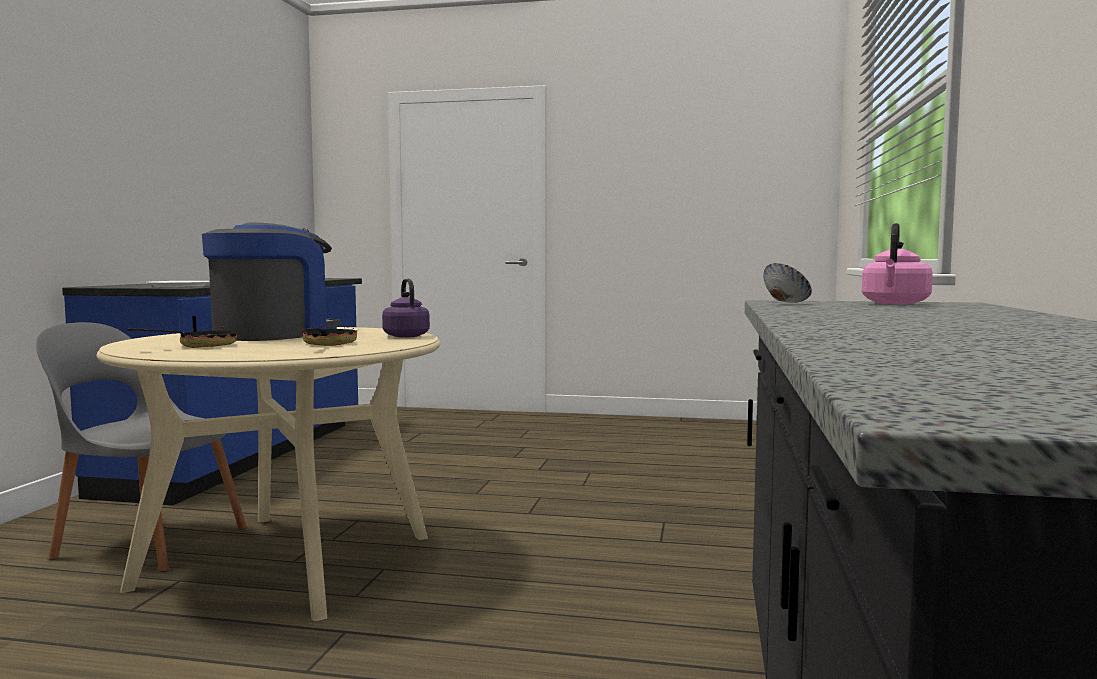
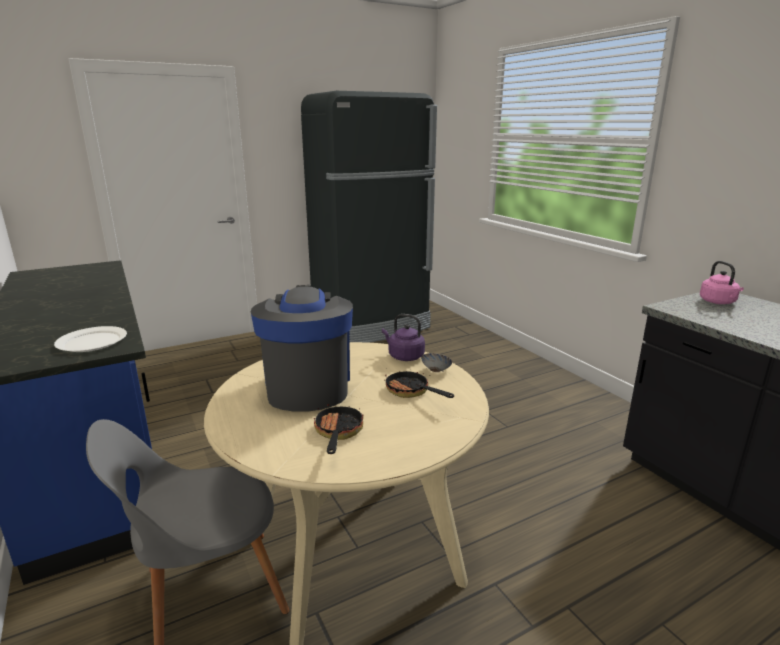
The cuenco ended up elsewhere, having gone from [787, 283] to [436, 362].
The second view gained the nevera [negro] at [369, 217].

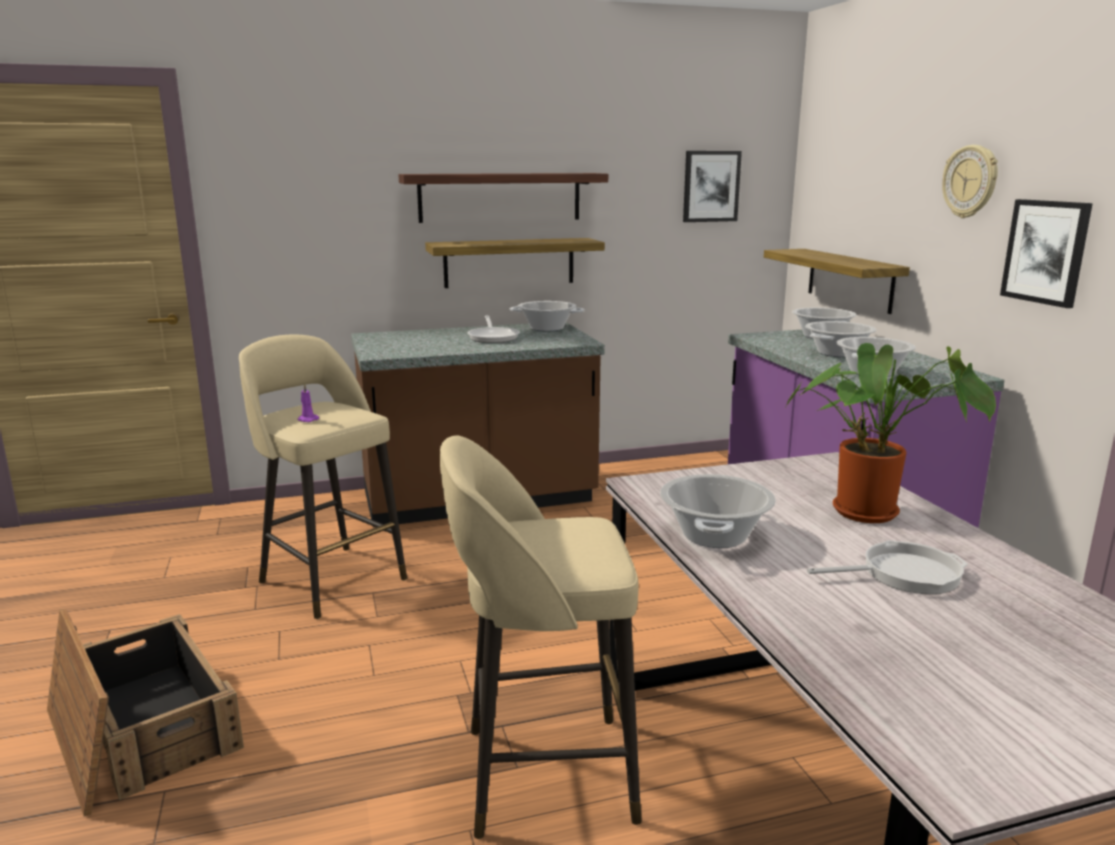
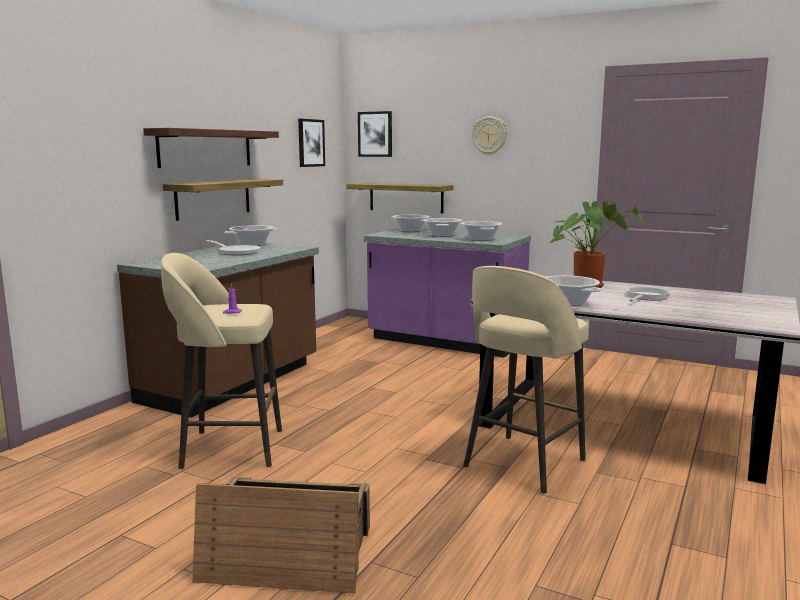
The cuadro ended up elsewhere, having gone from [1046, 253] to [375, 134].

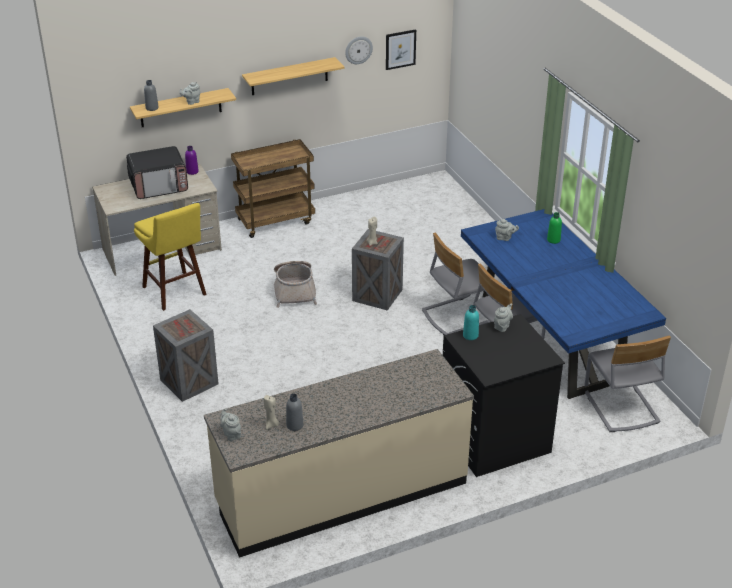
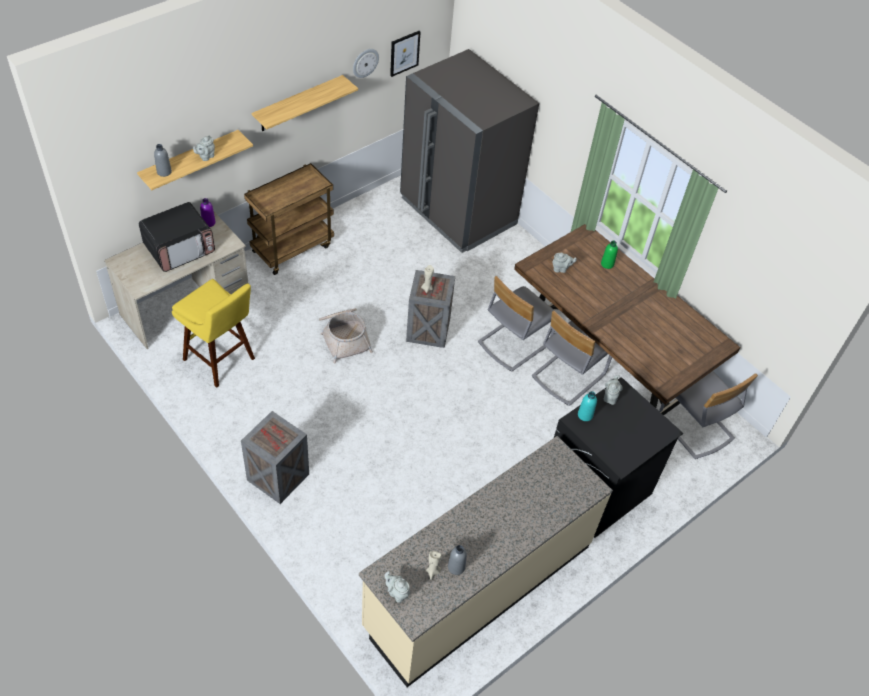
What was the mesa de comedor [azul] at [563, 304] turned into the mesa de comedor [marrón] at [627, 319].
The second view gained the nevera [gris] at [469, 151].

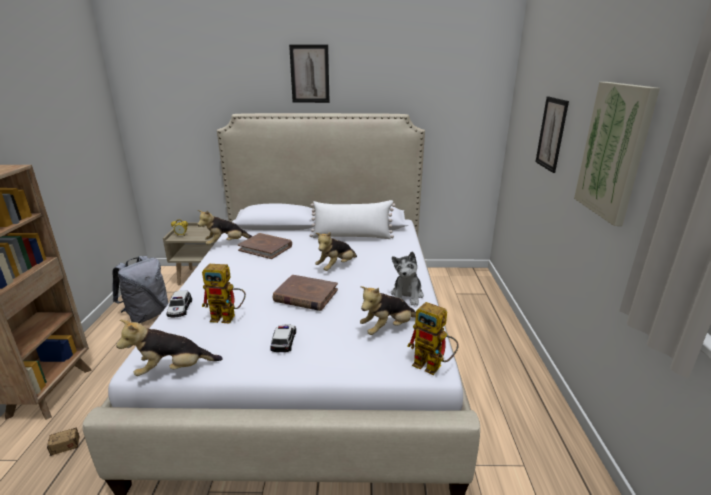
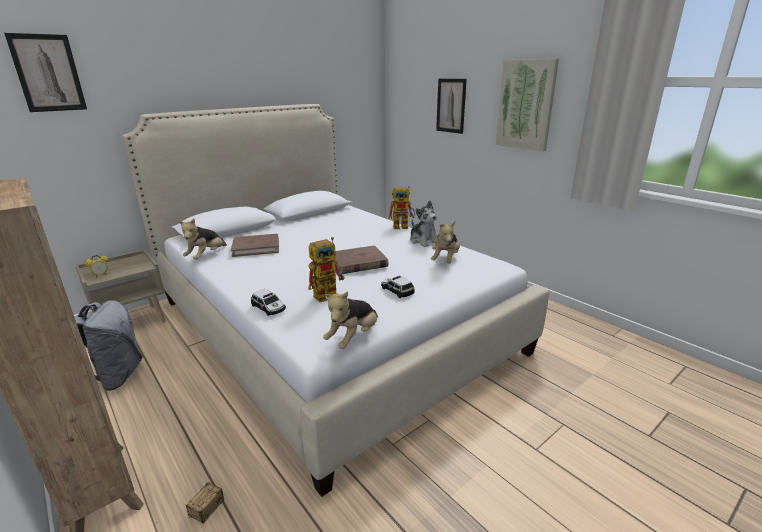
The cuadro ended up elsewhere, having gone from [309, 74] to [45, 72].
The second view lost the cojín [blanco] at [352, 219].
The second view lost the peluche at [336, 251].
The robot de juguete ended up elsewhere, having gone from [433, 338] to [401, 207].

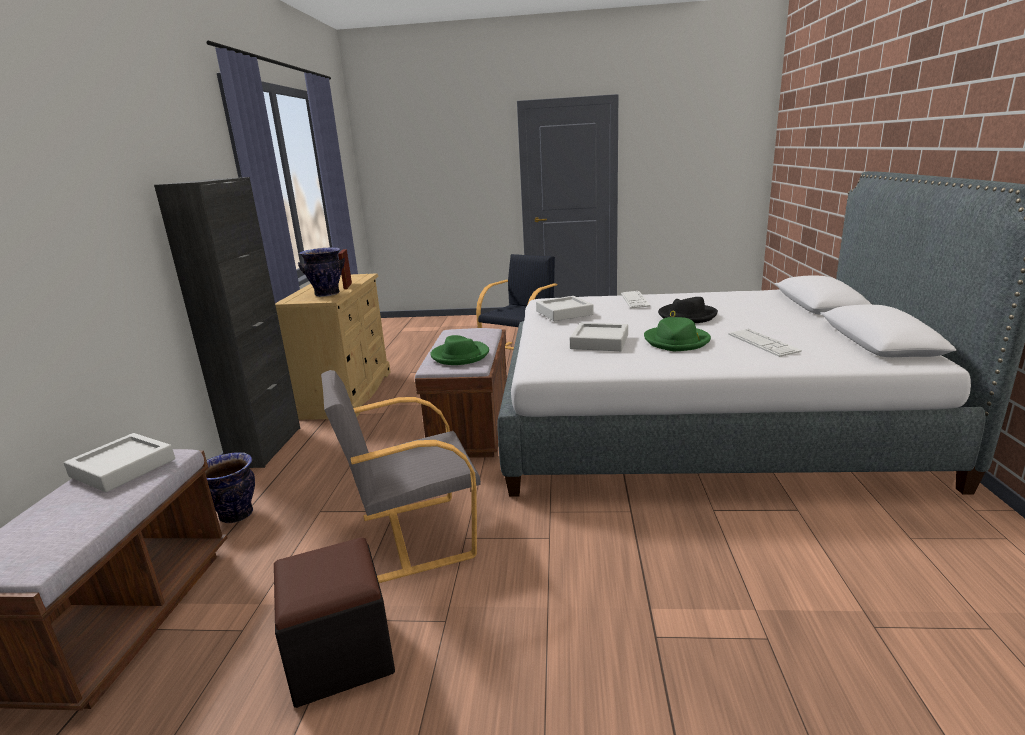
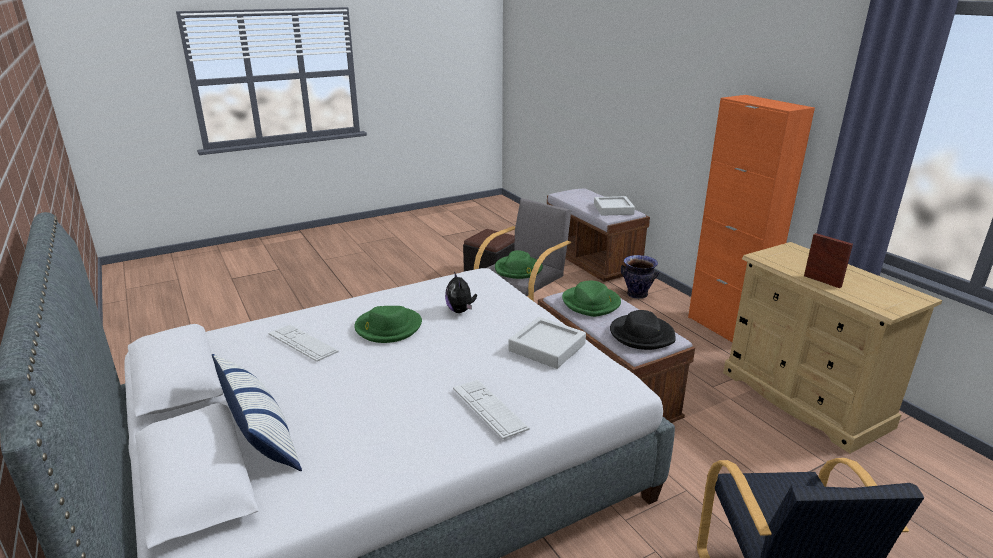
What was the armario [negro] at [227, 322] turned into the armario [naranja] at [751, 218].
The second view lost the florero at [321, 272].
Where the bandeja [gris] stood at [599, 337], the peluche came to stand at [461, 292].
The sombrero [negro] ended up elsewhere, having gone from [688, 310] to [643, 330].
The second view gained the cojín at [257, 412].
The second view gained the sombrero [verde] at [519, 264].

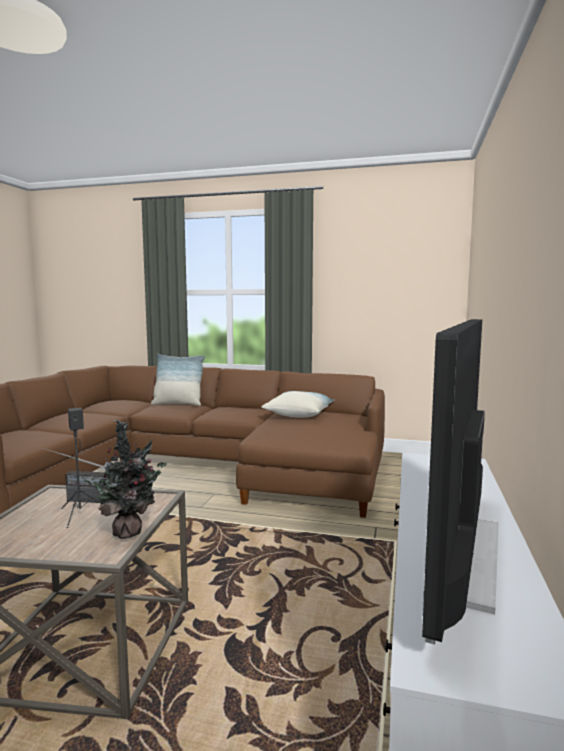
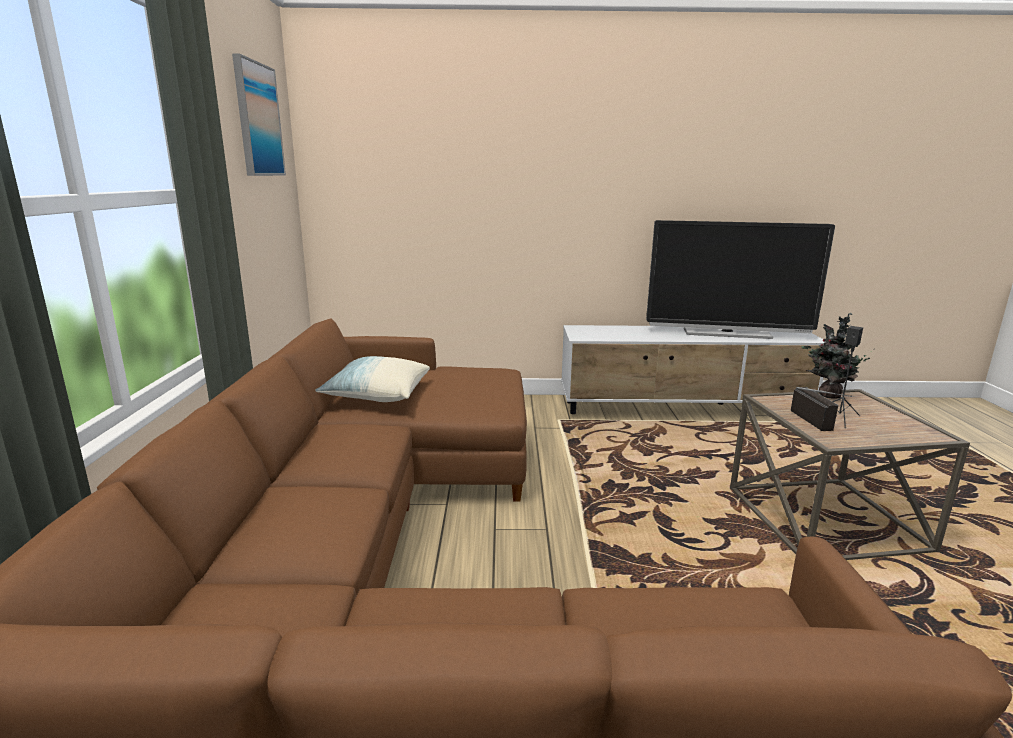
The second view lost the cojín at [178, 380].
The second view gained the cuadro at [259, 114].

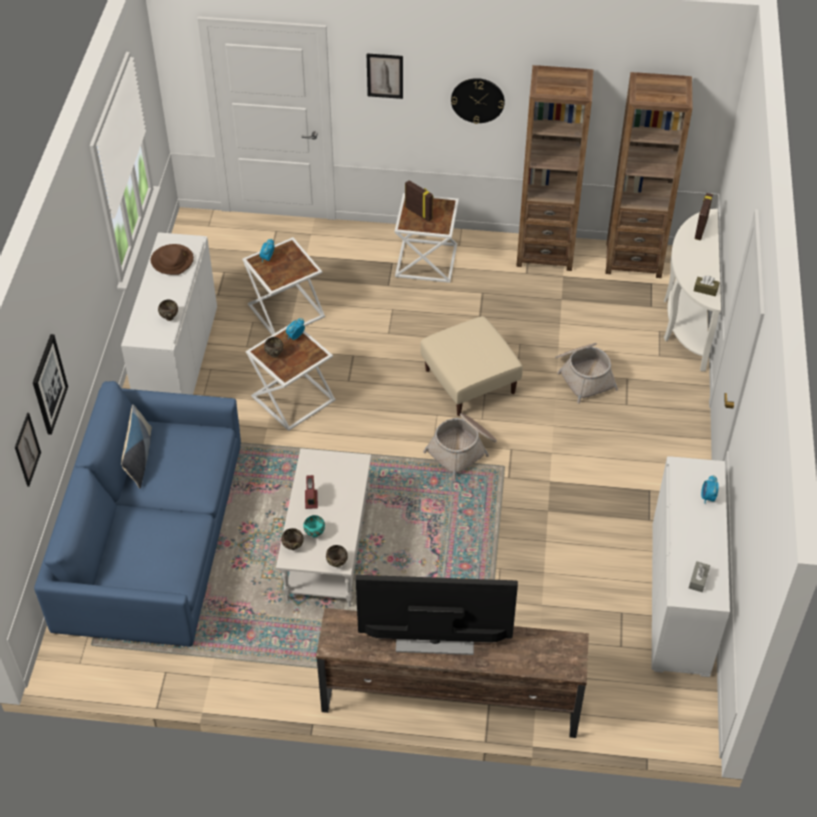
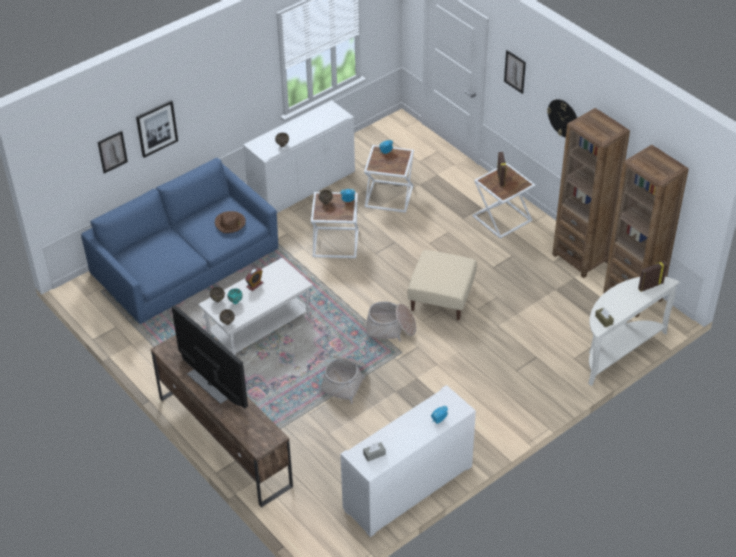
The second view lost the cojín at [136, 446].
The sombrero [marrón] ended up elsewhere, having gone from [172, 259] to [230, 222].
The cesta ended up elsewhere, having gone from [586, 373] to [342, 379].

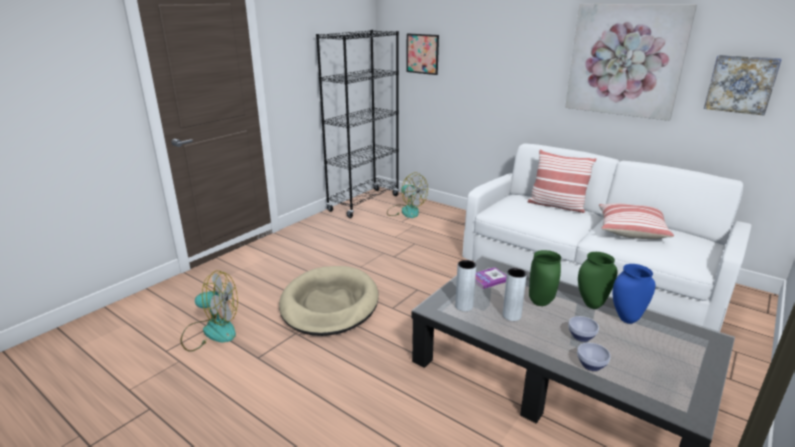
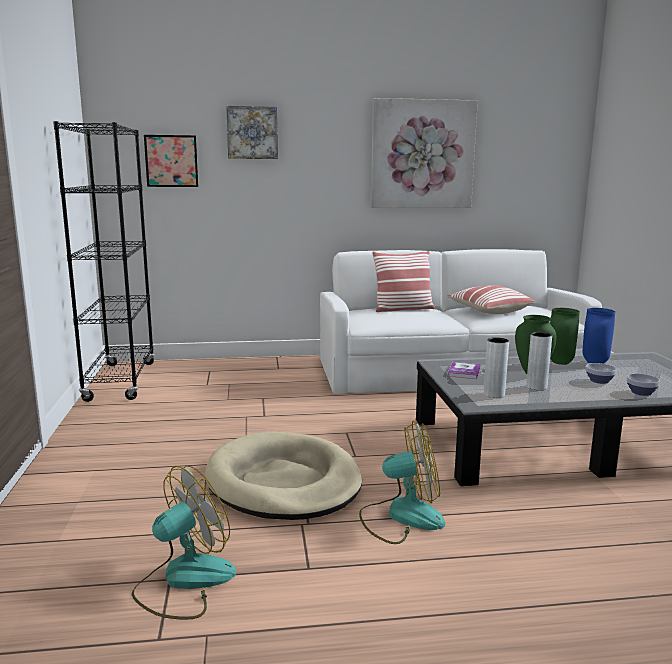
The ventilador ended up elsewhere, having gone from [407, 195] to [402, 482].
The cuadro ended up elsewhere, having gone from [743, 85] to [252, 132].

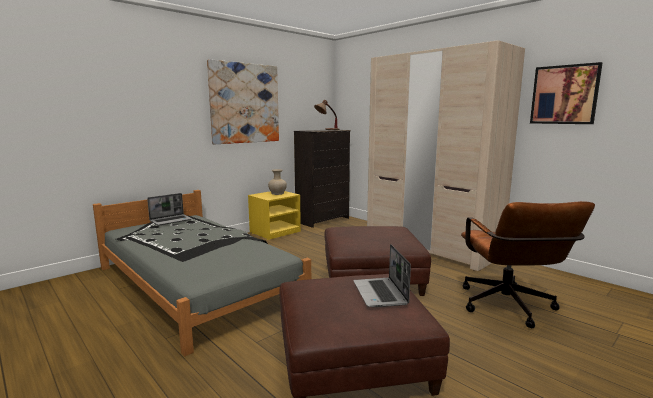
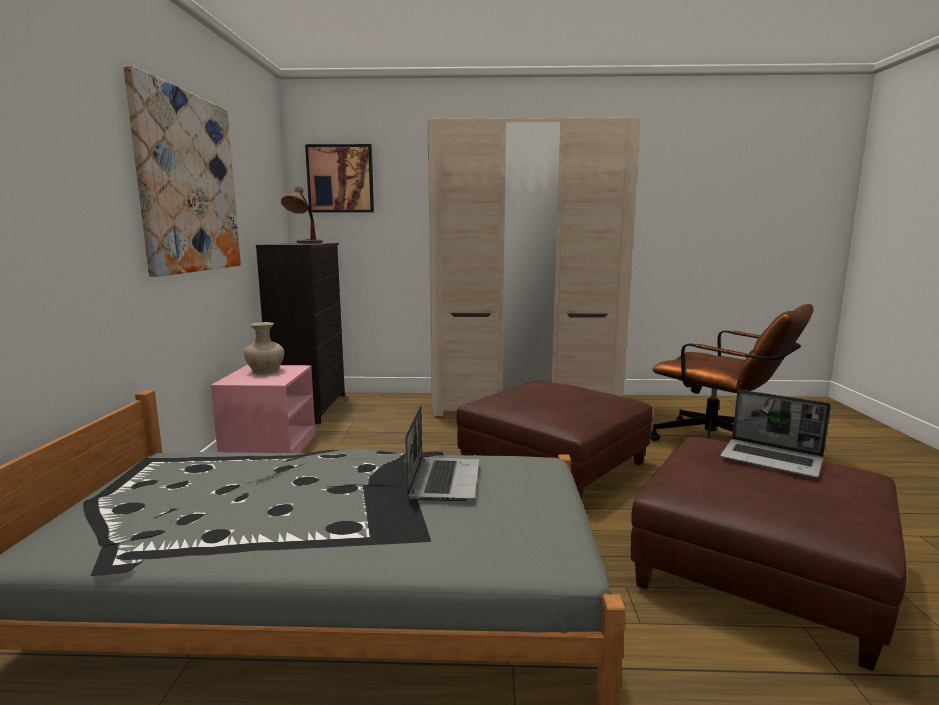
The portátil ended up elsewhere, having gone from [169, 209] to [442, 453].
What was the mesita de noche [amarillo] at [274, 215] turned into the mesita de noche [rosa] at [263, 409].
The cuadro ended up elsewhere, having gone from [566, 93] to [339, 178].

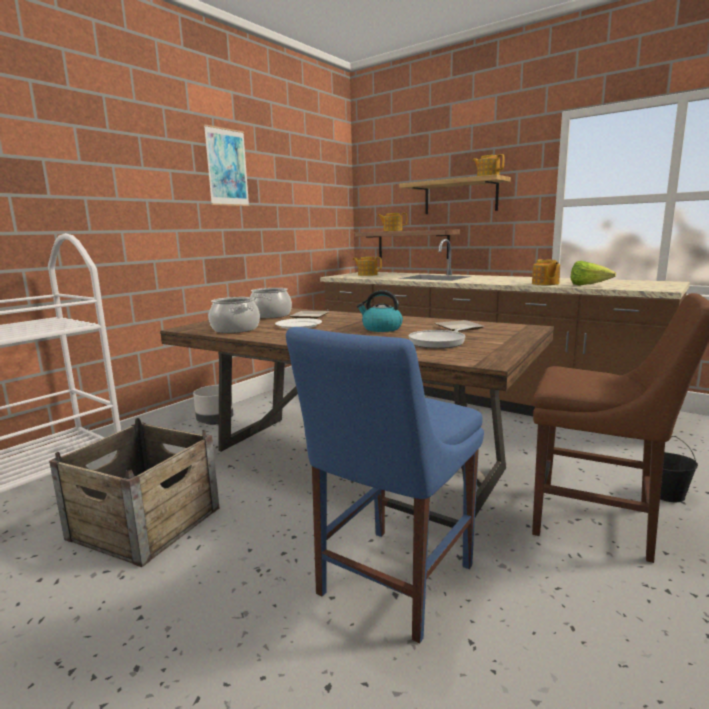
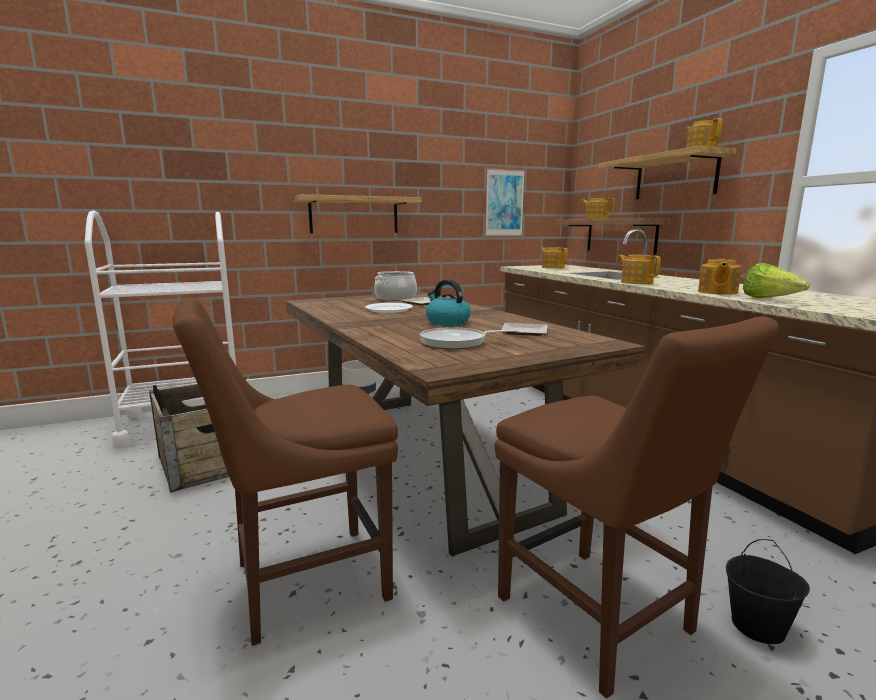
The cuadro ended up elsewhere, having gone from [227, 165] to [505, 202].
The second view lost the olla at [234, 315].
What was the silla [azul] at [385, 485] turned into the silla [marrón] at [285, 472].
The second view gained the estante at [358, 213].
The second view gained the tetera at [639, 269].

